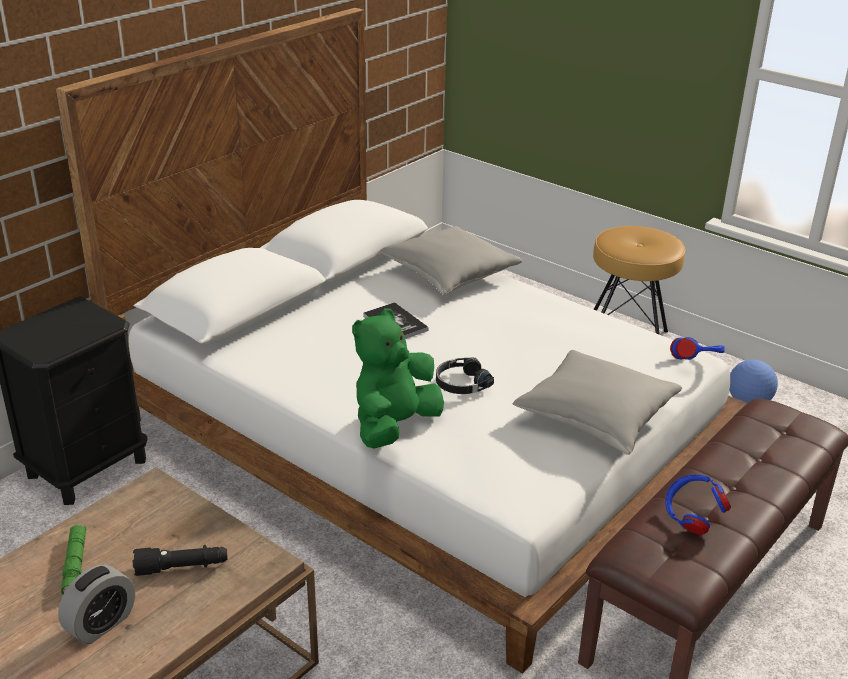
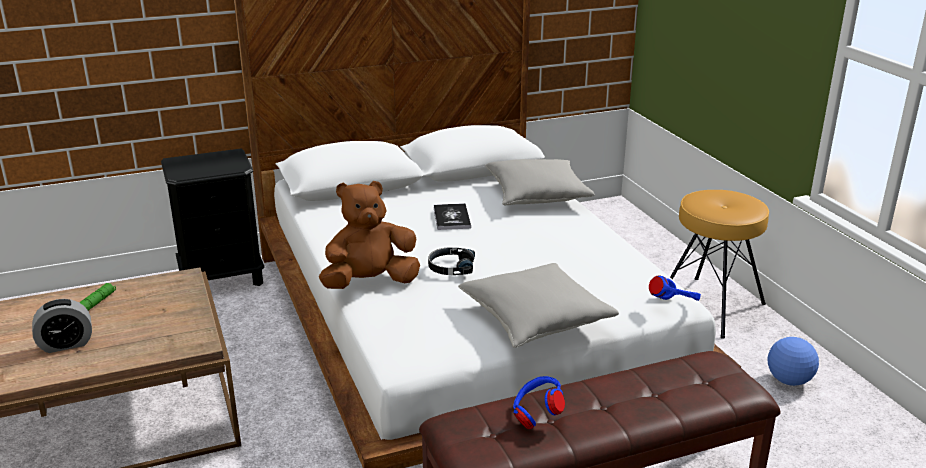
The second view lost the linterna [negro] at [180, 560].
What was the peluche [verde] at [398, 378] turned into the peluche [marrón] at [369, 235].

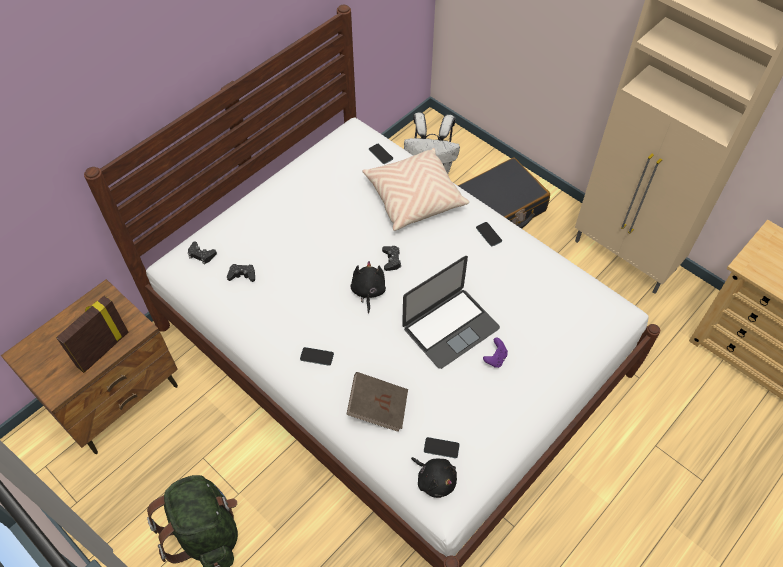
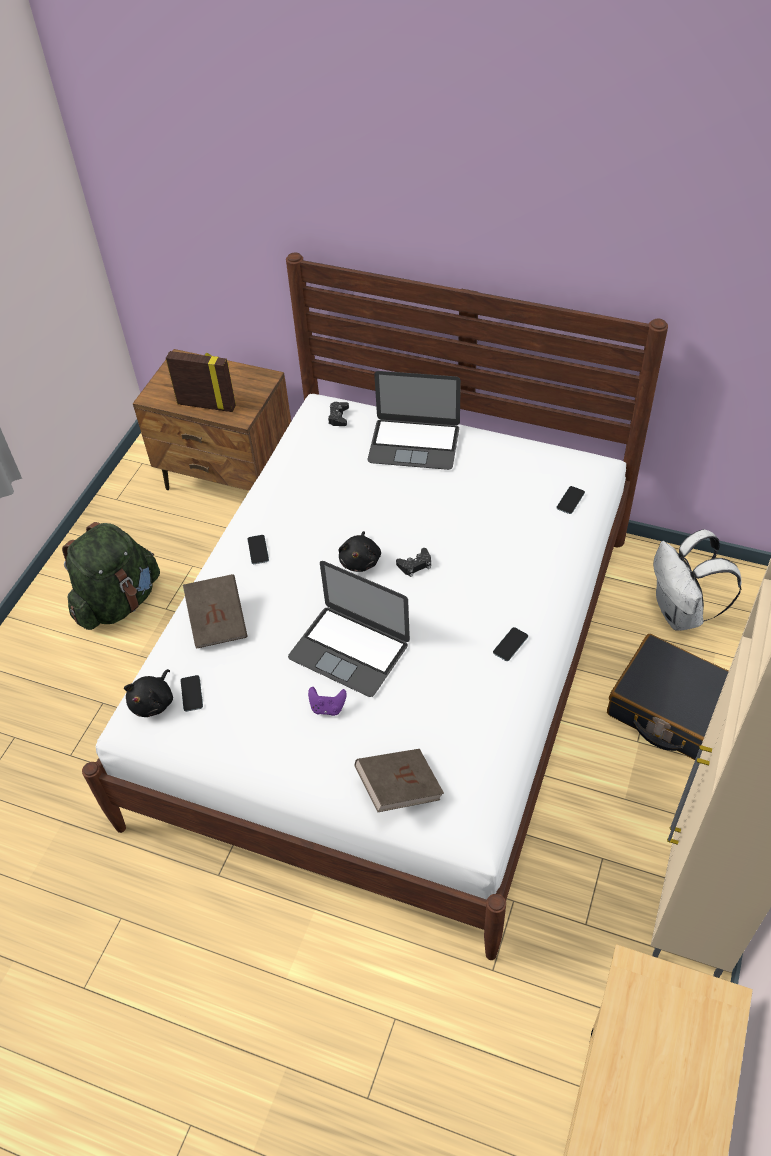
The second view lost the mando de consola [negro] at [241, 273].
The peluche [negro] at [368, 287] ended up facing another way, 120 degrees clockwise from before.
The second view lost the cojín [beis] at [415, 189].
The second view gained the libro [marrón] at [399, 780].
The second view gained the portátil at [414, 420].

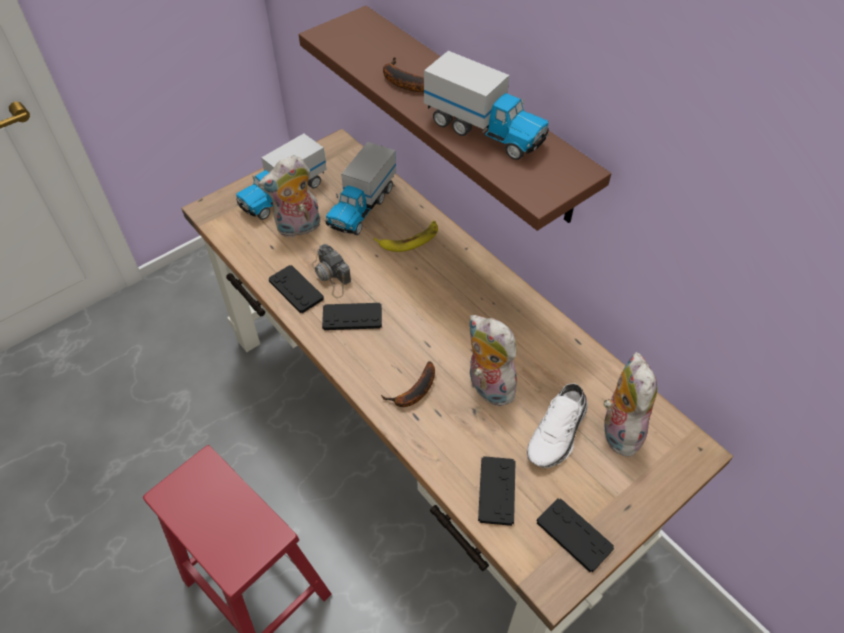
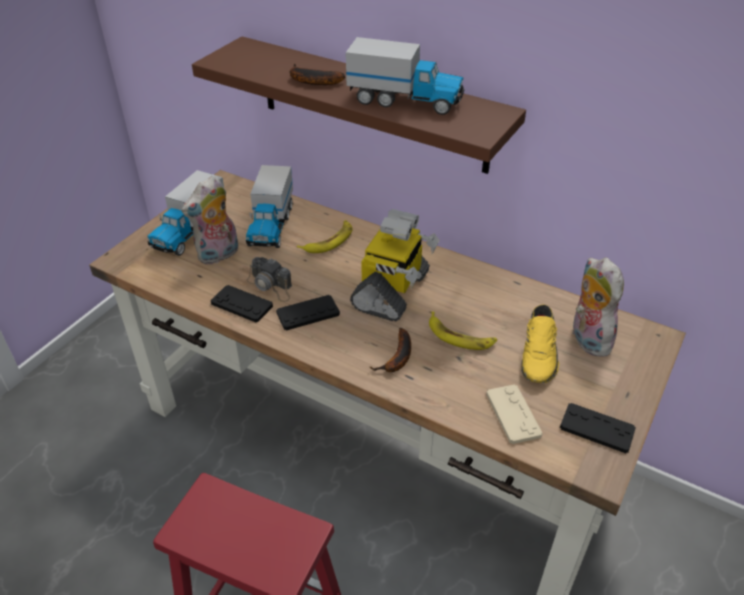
Where the peluche stood at [493, 360], the plátano came to stand at [463, 330].
What was the mando de consola [negro] at [497, 491] turned into the mando de consola [beis] at [514, 414].
What was the zapato [blanco] at [557, 425] turned into the zapato [amarillo] at [540, 343].
The second view gained the robot de juguete at [394, 265].

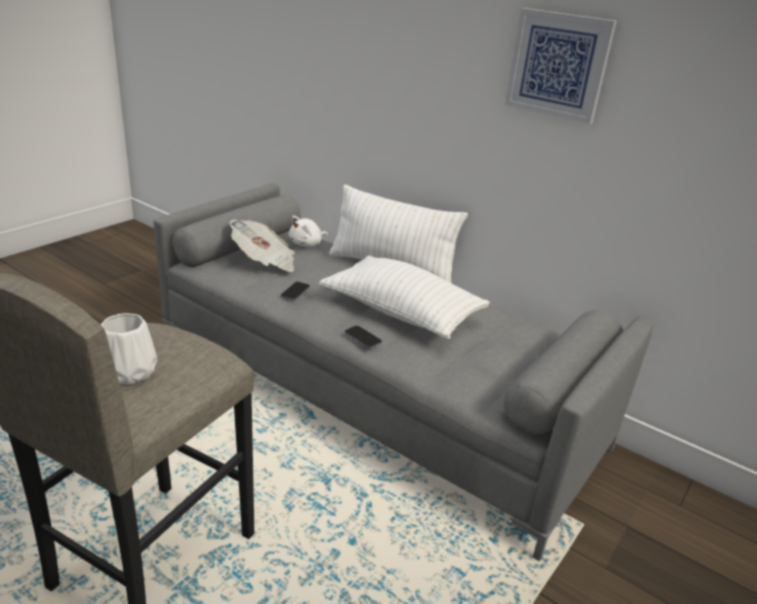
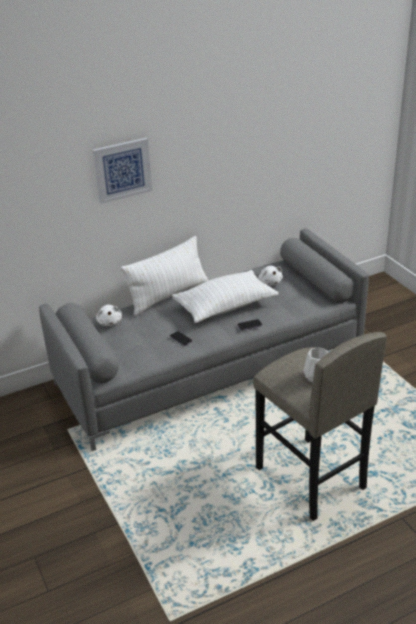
The second view lost the periódico at [262, 246].
The cuadro ended up elsewhere, having gone from [561, 66] to [122, 171].
The second view gained the peluche [blanco] at [270, 276].

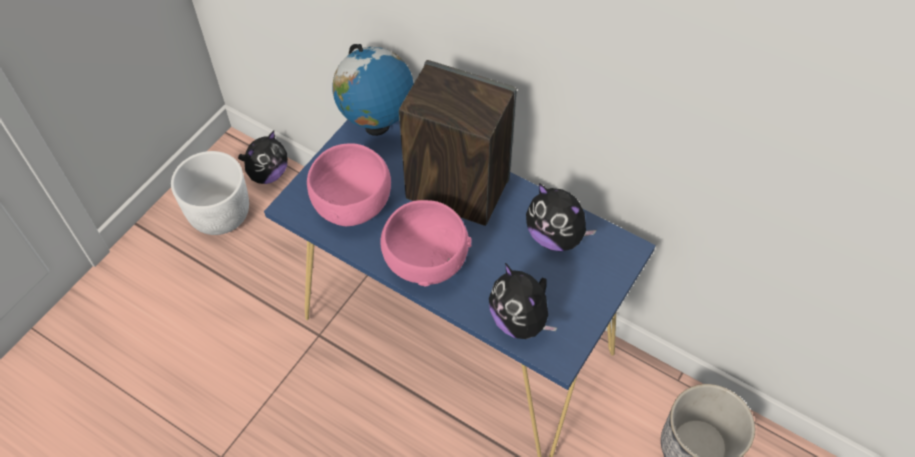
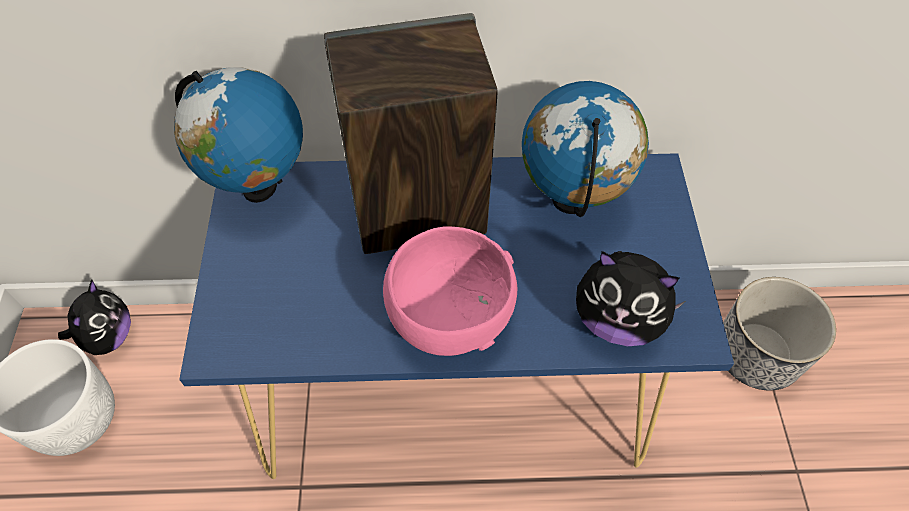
The second view lost the cuenco [rosa] at [349, 184].
Where the peluche stood at [561, 217], the globo terráqueo came to stand at [585, 149].

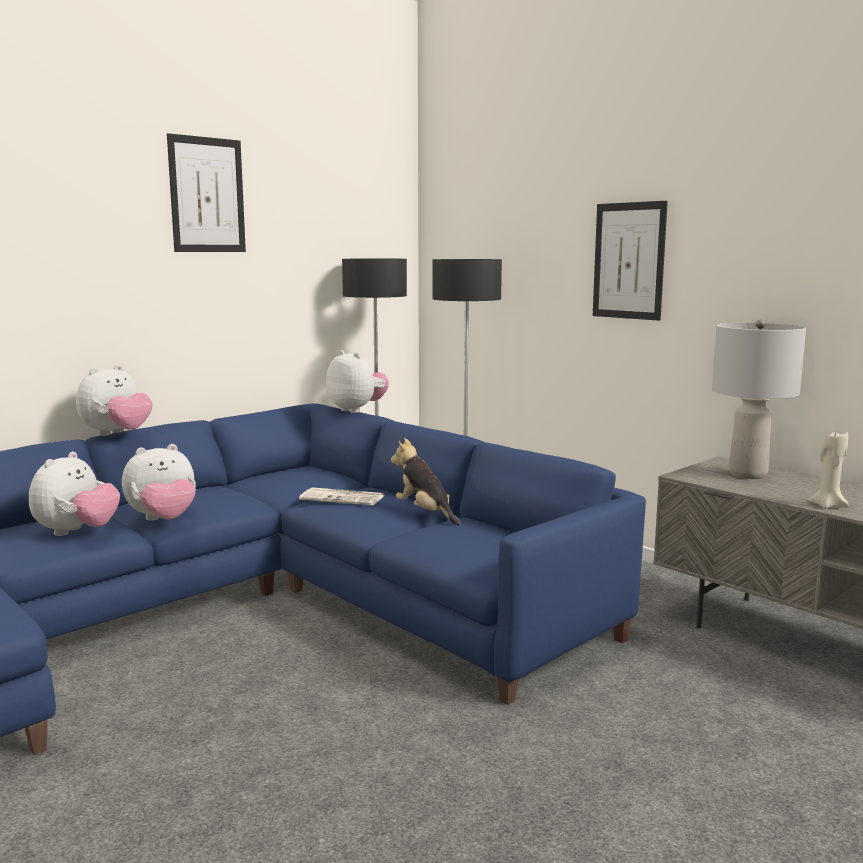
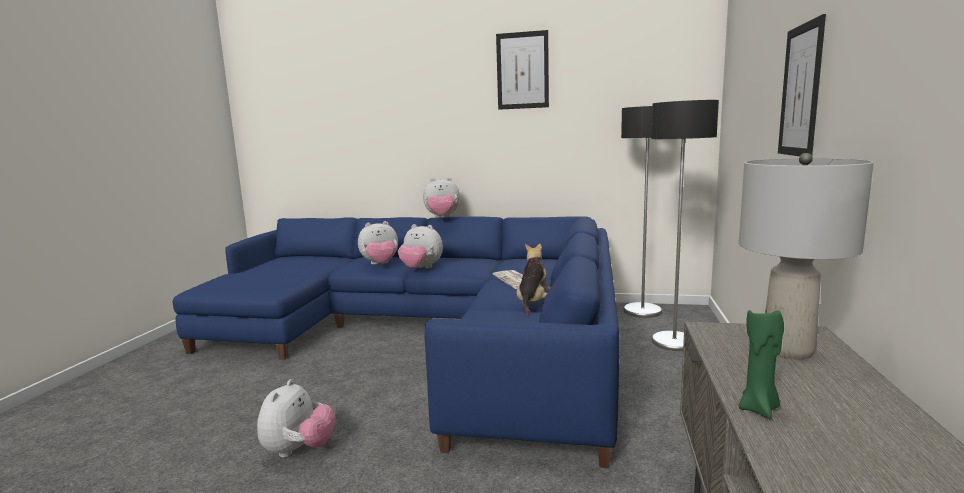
The peluche ended up elsewhere, having gone from [357, 381] to [296, 418].
What was the vela [beis] at [828, 470] turned into the vela [verde] at [761, 362].

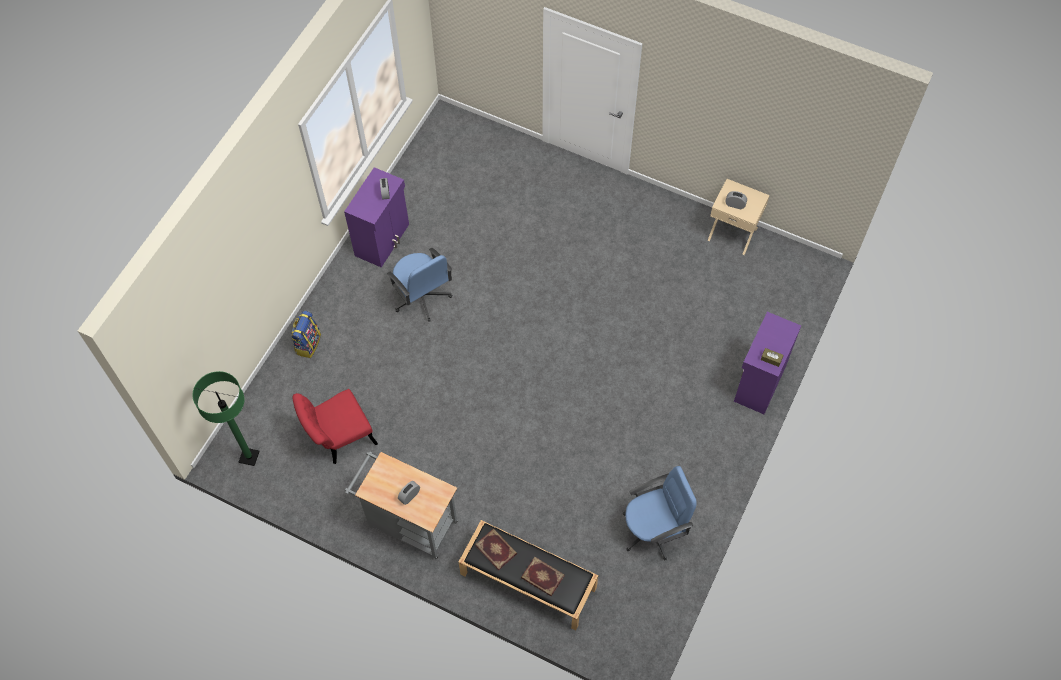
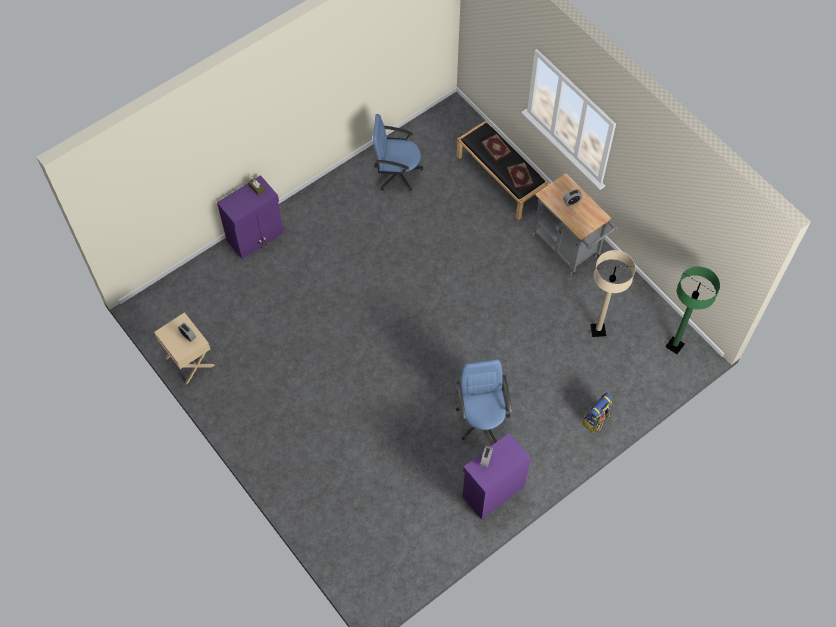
Where the silla [rojo] stood at [335, 426], the lámpara de pie [beis] came to stand at [613, 293].

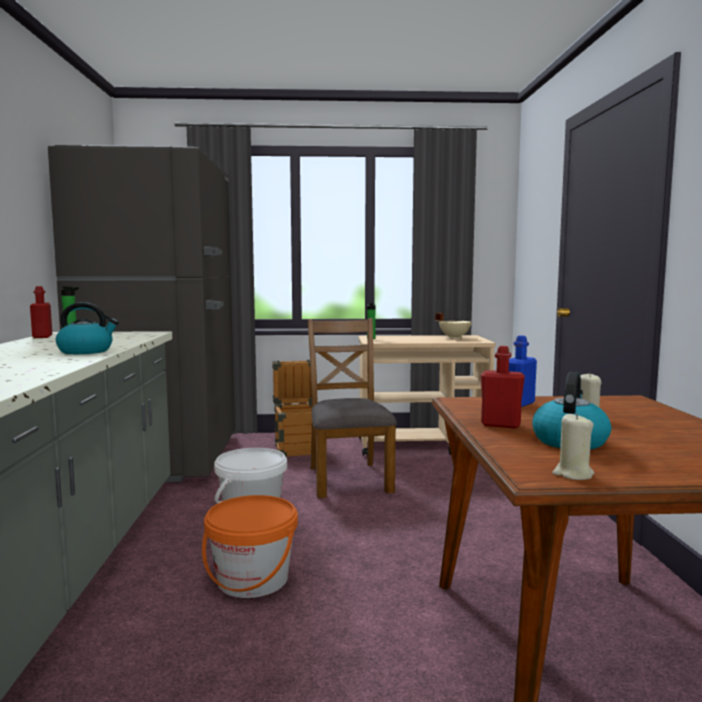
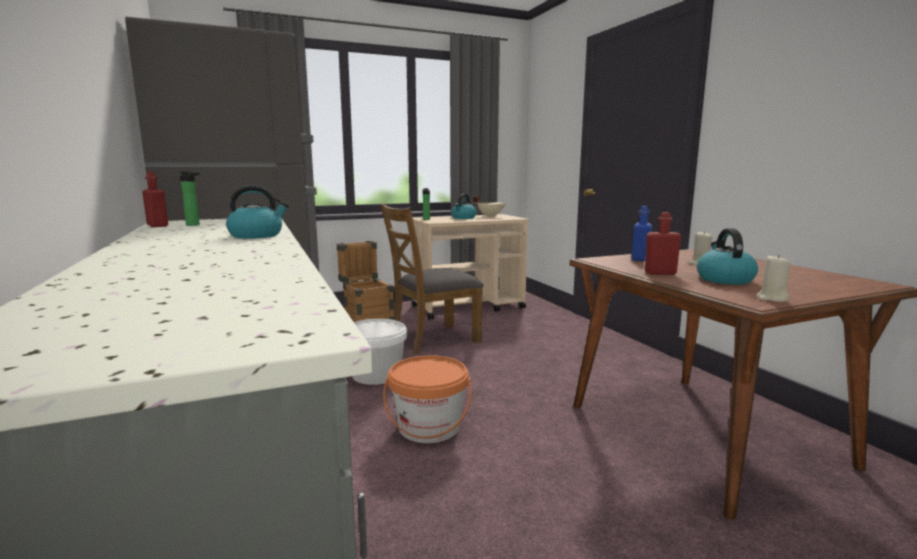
The silla [marrón] at [352, 408] ended up facing another way, 90 degrees counterclockwise from before.
The second view gained the hervidor at [463, 206].

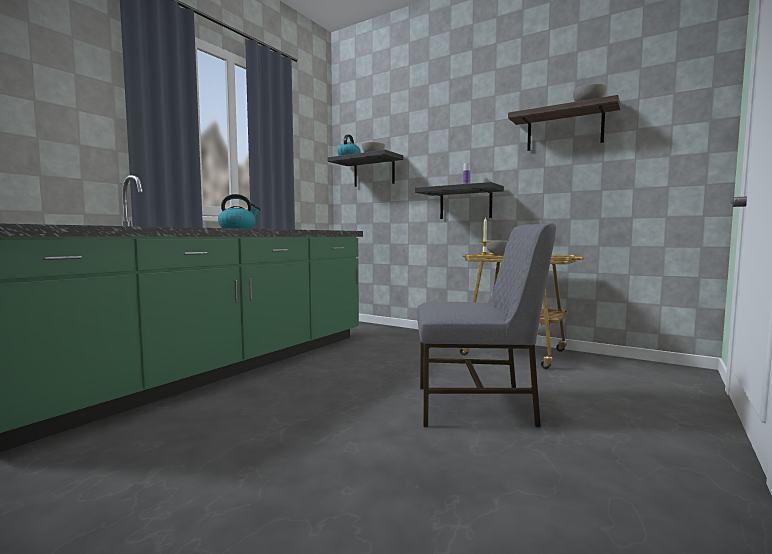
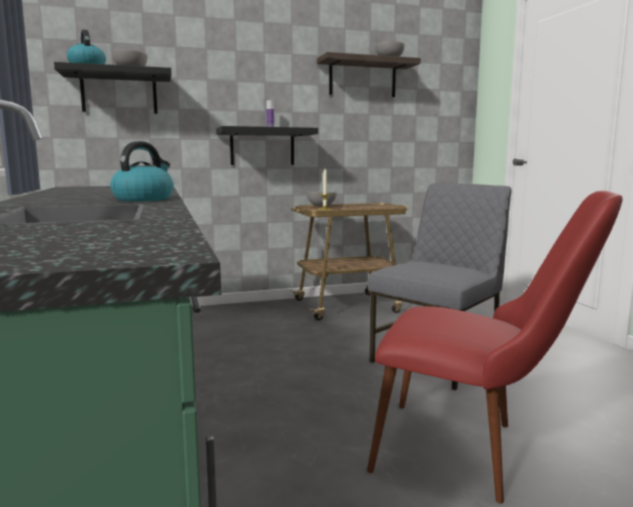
The second view gained the silla [rojo] at [495, 347].

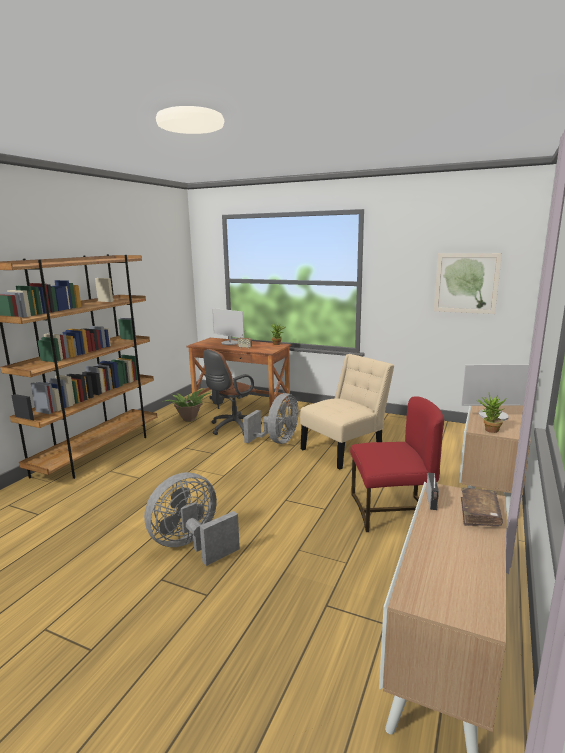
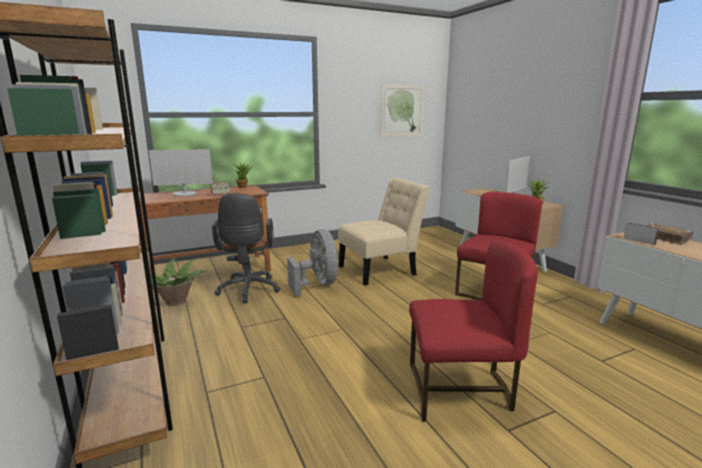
Where the ventilador [gris] stood at [192, 519], the silla [rojo] came to stand at [473, 331].
The silla [beis] at [347, 412] ended up facing another way, 60 degrees clockwise from before.

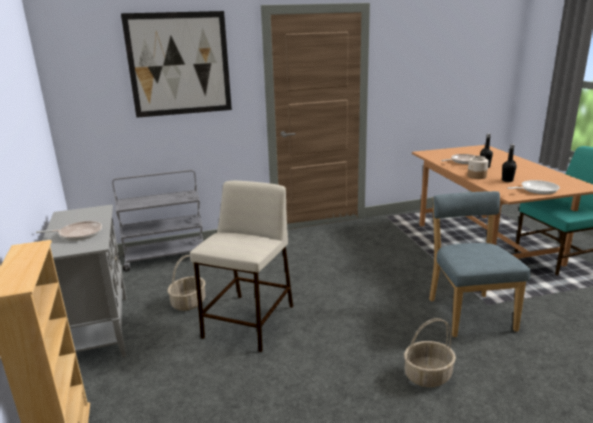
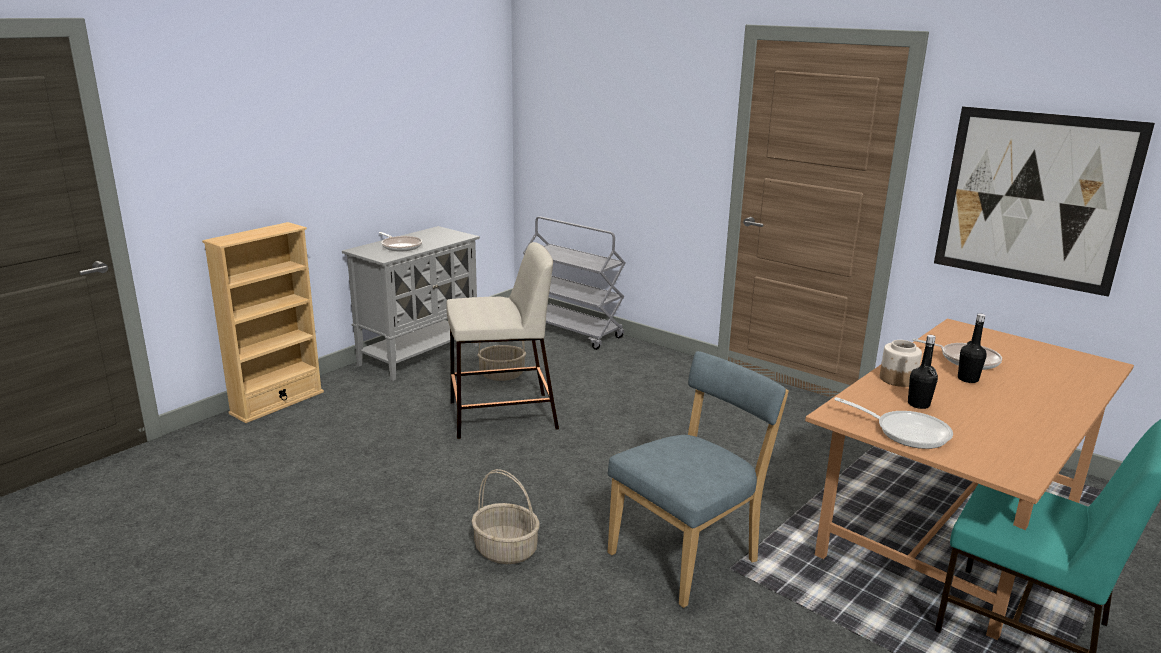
The cuadro ended up elsewhere, having gone from [176, 64] to [1044, 201].

